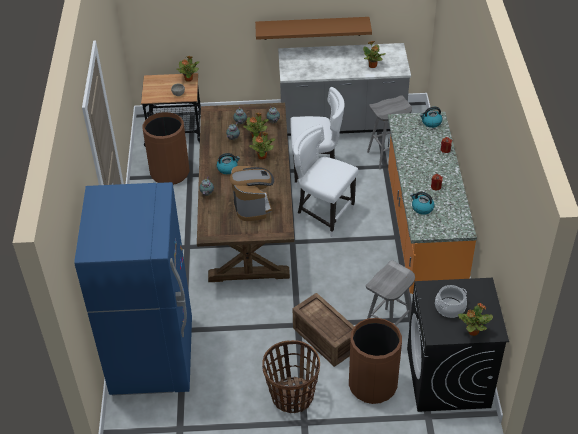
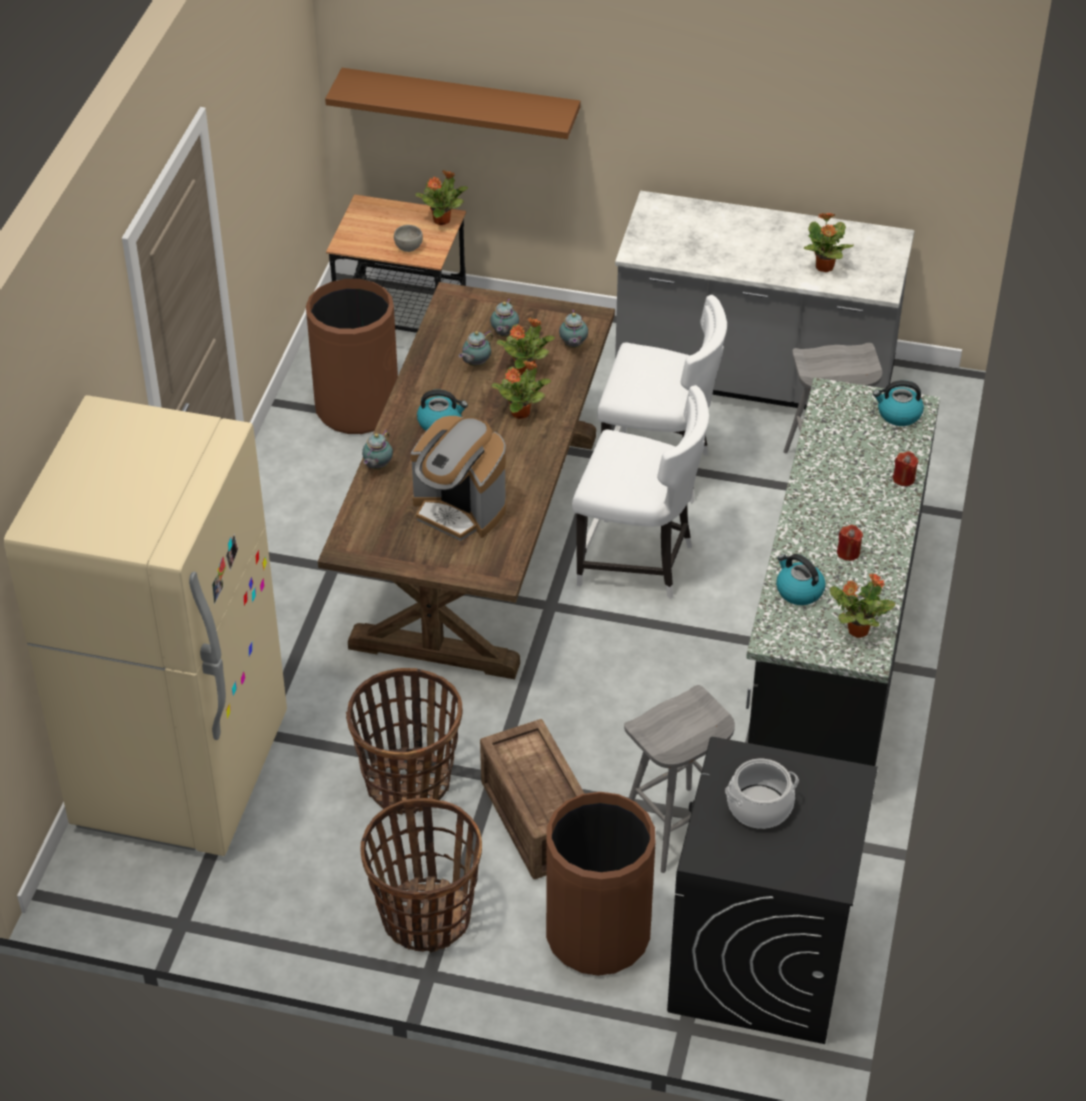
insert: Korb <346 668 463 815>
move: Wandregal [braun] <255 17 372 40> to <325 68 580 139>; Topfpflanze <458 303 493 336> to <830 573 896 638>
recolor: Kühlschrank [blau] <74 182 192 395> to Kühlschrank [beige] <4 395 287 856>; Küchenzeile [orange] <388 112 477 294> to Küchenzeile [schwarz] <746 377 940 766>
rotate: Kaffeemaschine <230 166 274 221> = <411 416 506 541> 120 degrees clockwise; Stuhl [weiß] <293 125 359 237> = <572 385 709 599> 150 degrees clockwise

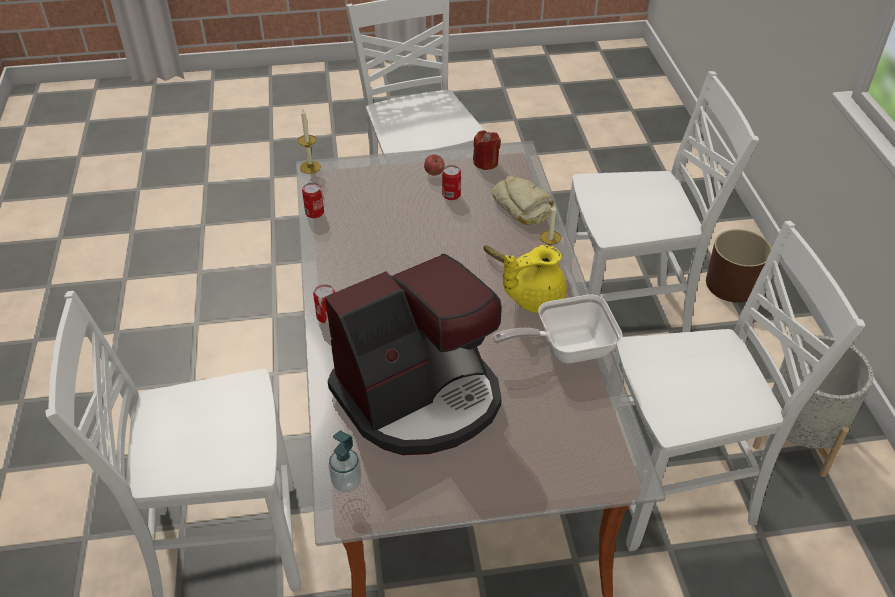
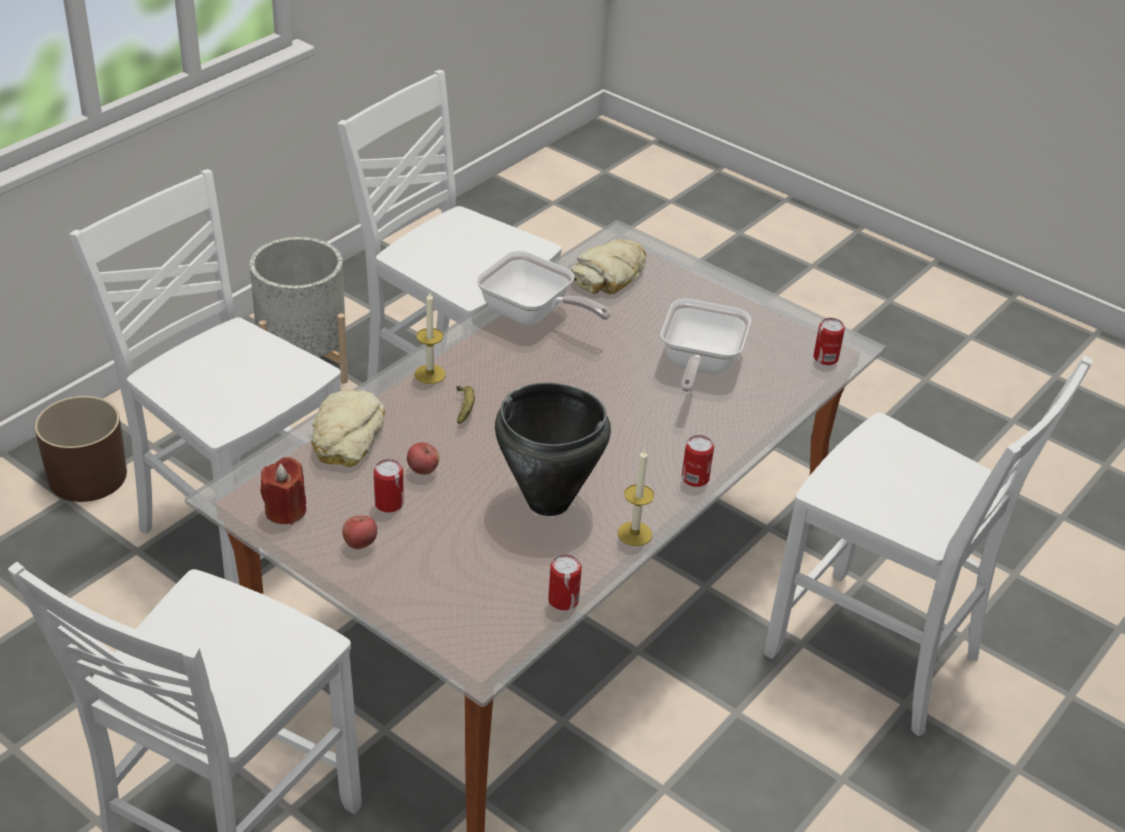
delete: Teekanne [gelb] <503 245 566 313>
insert: Apfel <407 442 439 474>; Kochtopf [schwarz] <495 383 611 516>; Brot <571 239 646 294>
move: Kerze <298 109 321 174> to <618 448 654 546>
replace: Kaffeemaschine <325 254 502 455> to Pfanne <661 298 751 392>; Seifenspender <329 430 361 493> to Dose <813 318 845 365>

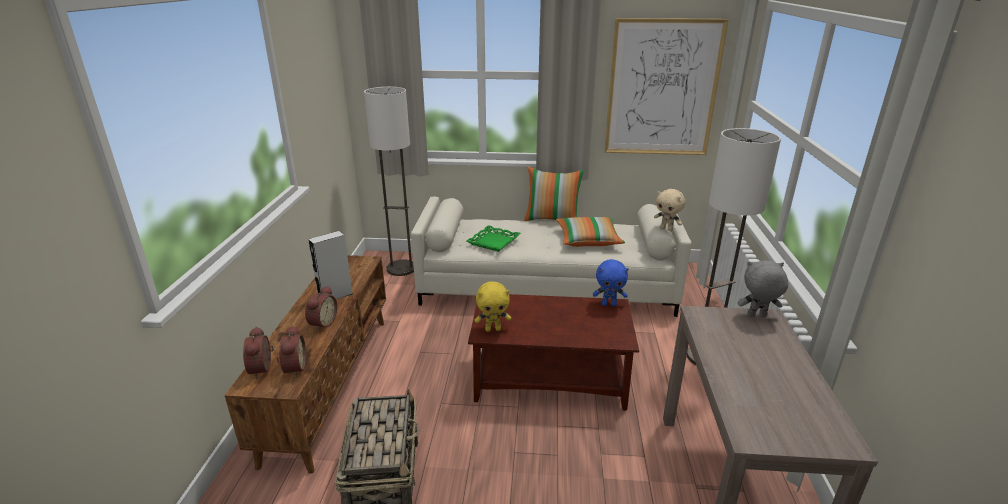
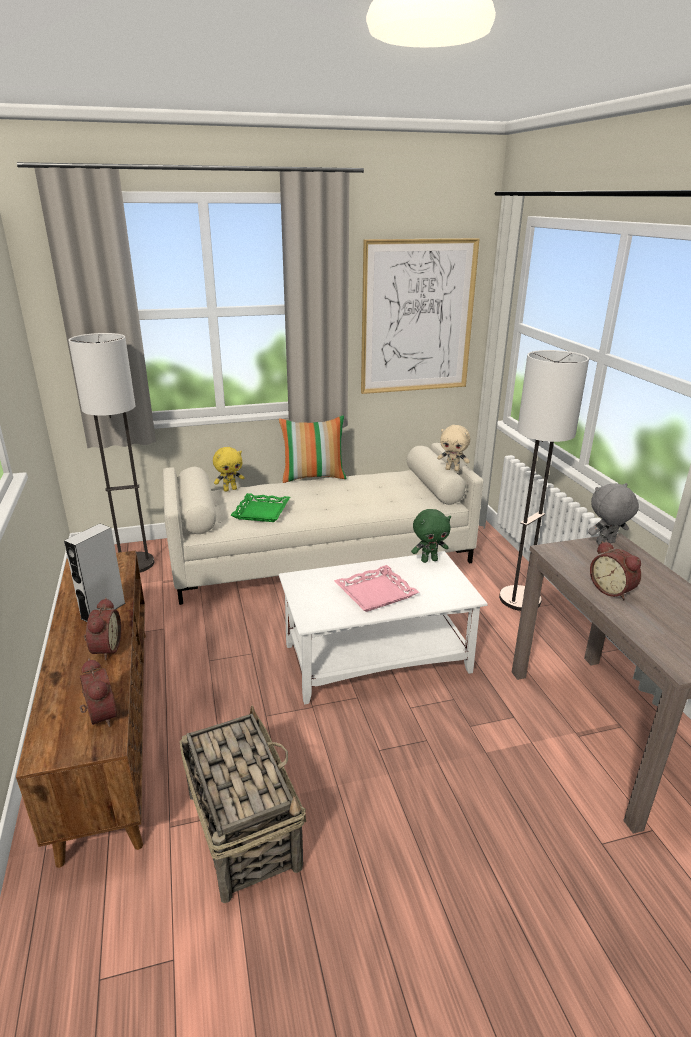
delete: Kissen <556 217 625 247>
insert: Tablett [rosa] <334 565 419 612>
move: Wecker <243 326 274 379> to <590 541 641 600>; Plüschtier [gelb] <475 281 511 332> to <213 447 245 492>
recolor: Couchtisch [braun] <468 294 639 411> to Couchtisch [weiß] <279 551 488 705>; Plüschtier [blau] <593 259 629 306> to Plüschtier [grün] <411 509 451 563>

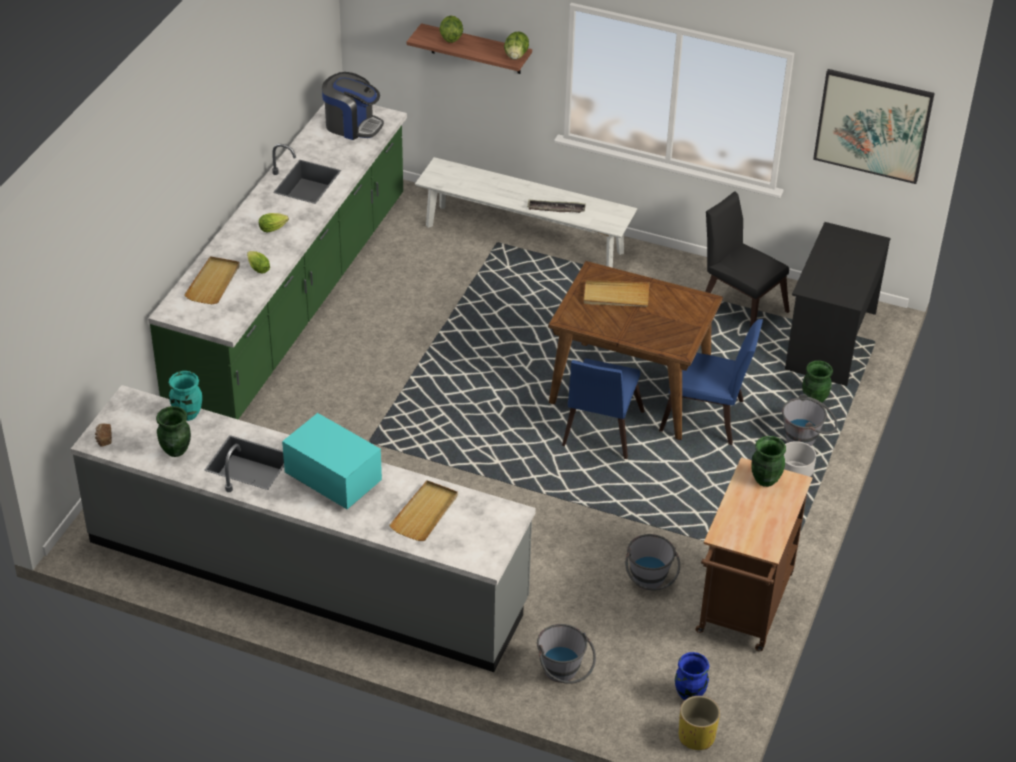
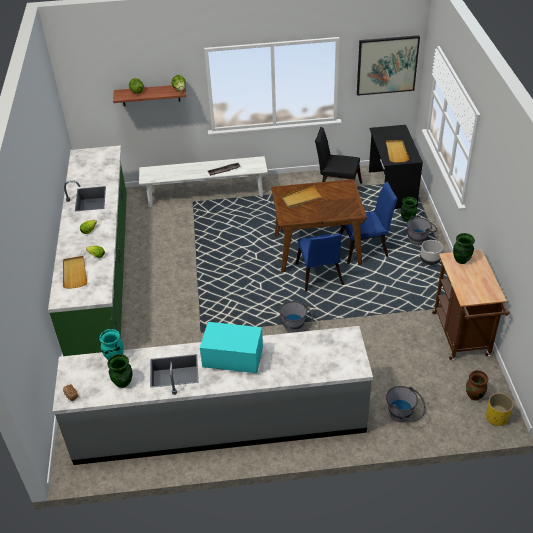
delete: Kaffeemaschine <322 72 384 140>
move: Tablett [beige] <389 480 458 541> to <386 140 409 162>; Eimer [grau] <625 534 680 590> to <279 301 313 333>
recolor: Vase [blau] <675 652 709 700> to Vase [braun] <466 370 488 400>

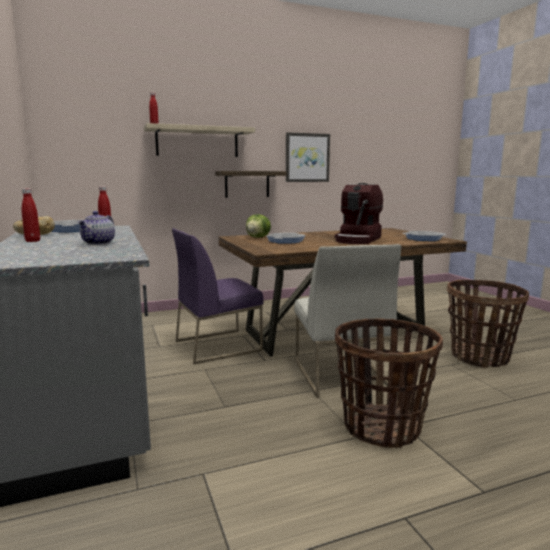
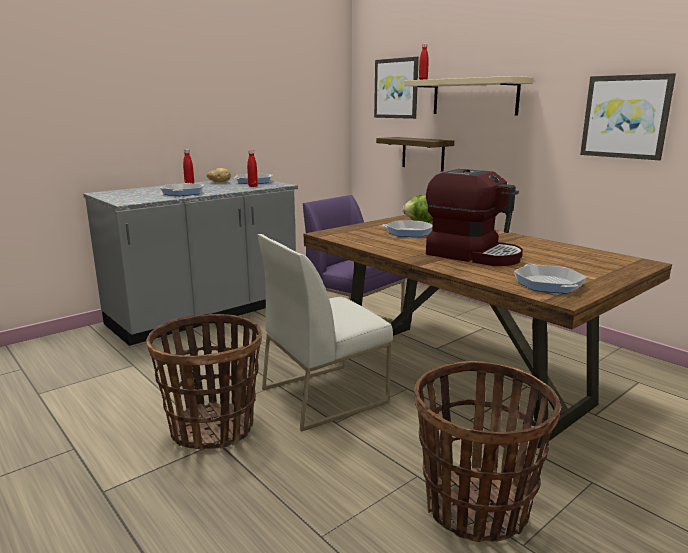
insert: Bild <374 57 419 119>
move: Wandregal <215 171 286 198> to <376 137 454 172>
replace: Teekanne <78 211 115 245> to Pfanne <160 183 204 196>
rotate: Kaffeemaschine <335 183 383 244> = <426 169 523 266> 150 degrees counterclockwise

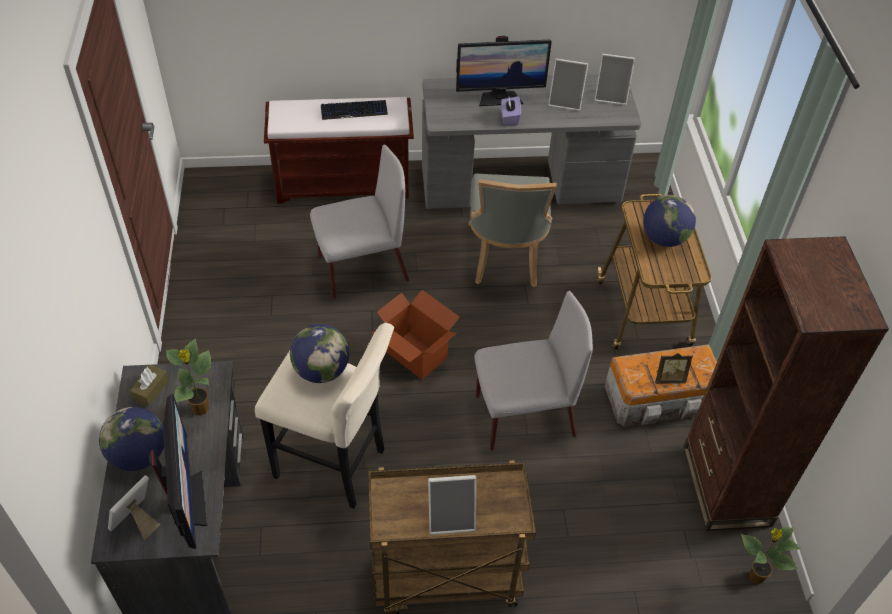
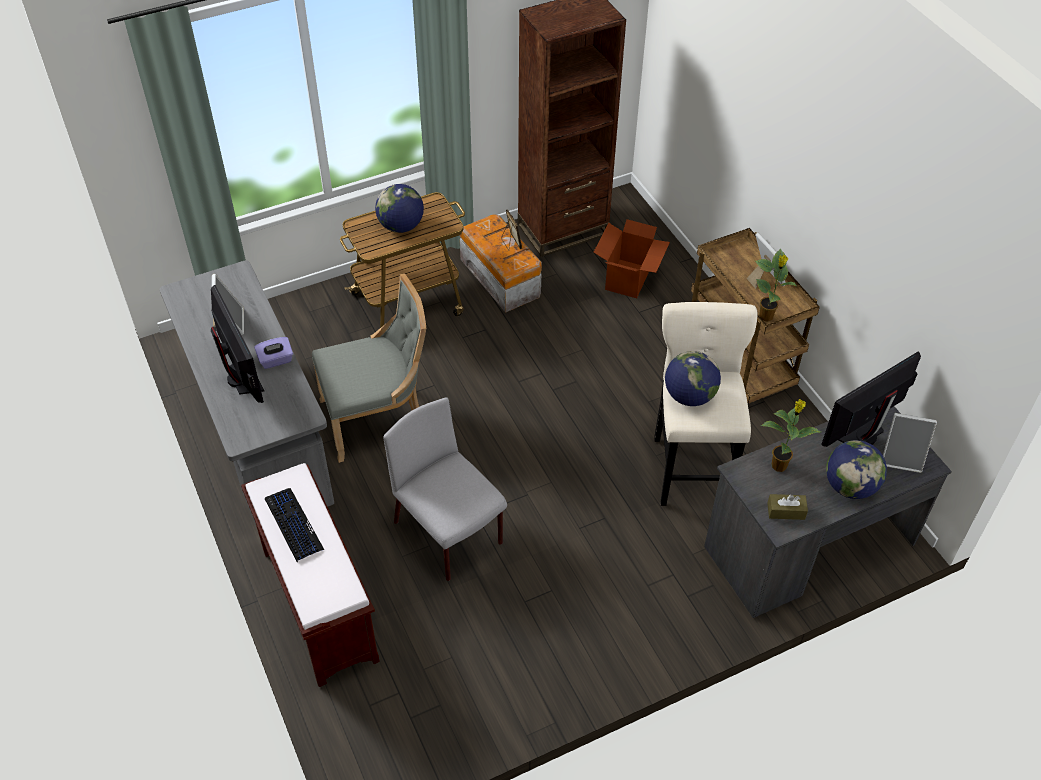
delete: Stuhl [grau] <474 291 593 451>; Bilderrahmen <594 53 635 105>
move: Karton <372 290 460 379> to <593 219 670 298>; Topfpflanze <741 527 800 584> to <755 248 798 322>

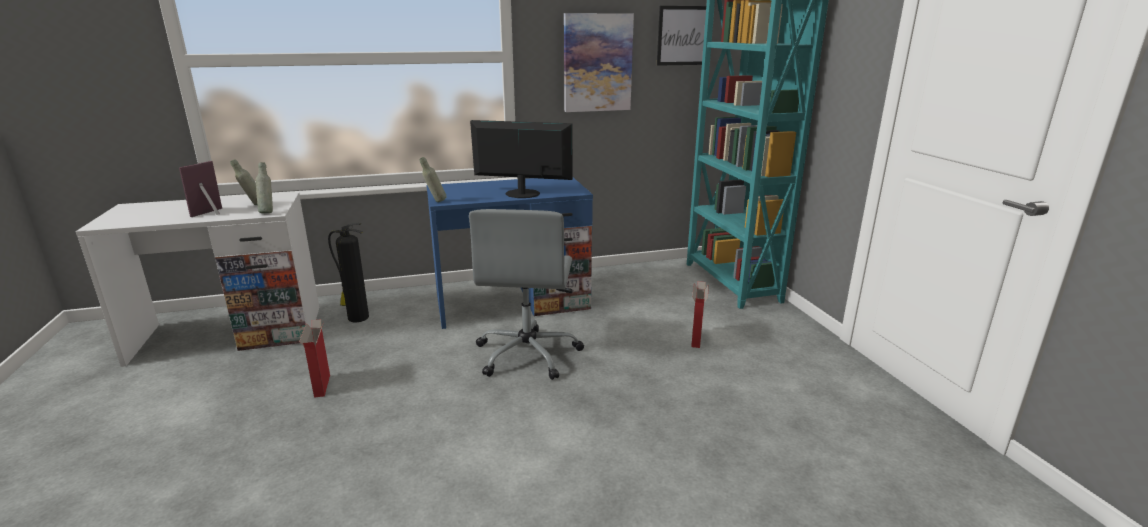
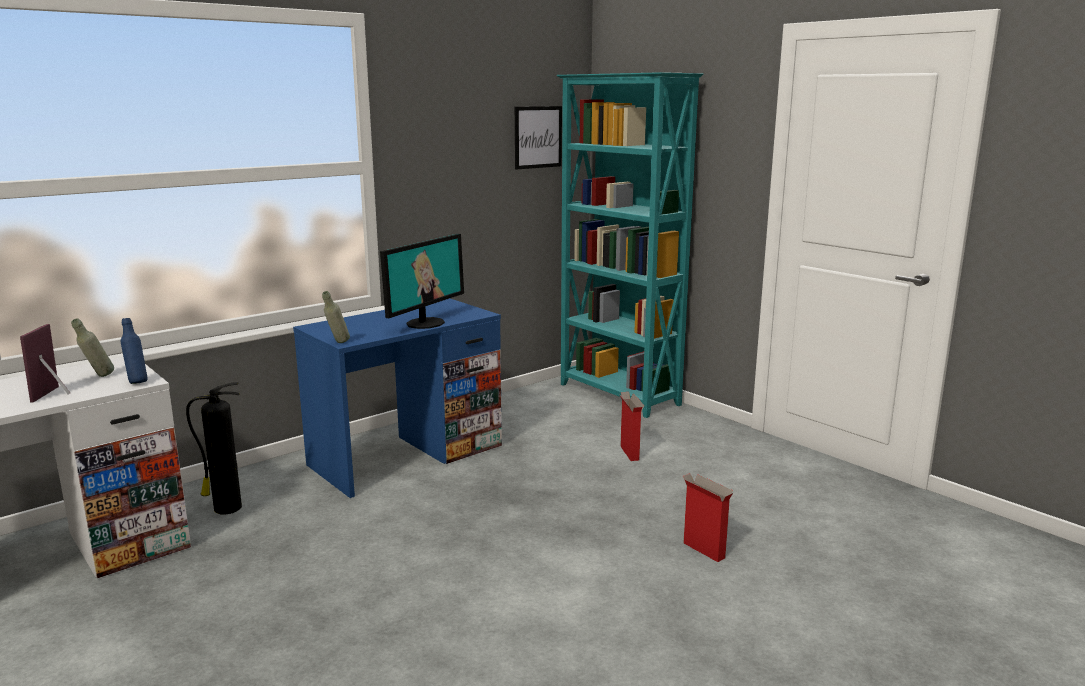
delete: Bürostuhl [grau] <469 209 584 380>; Bild <564 13 634 112>
move: Karton <299 319 330 398> to <683 473 733 562>
recolor: Flasche [grau] <256 162 273 213> to Flasche [blau] <121 318 148 384>
rotate: Monitor <470 120 573 198> = <380 234 464 329> 135 degrees clockwise

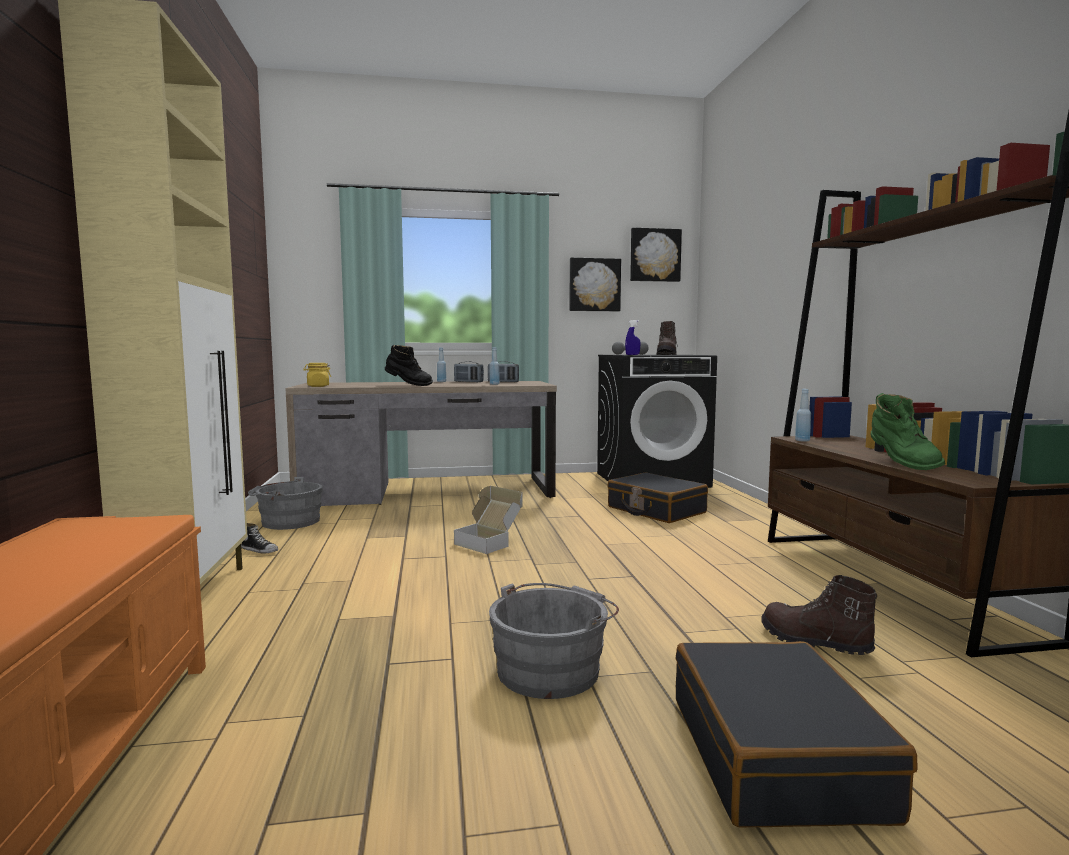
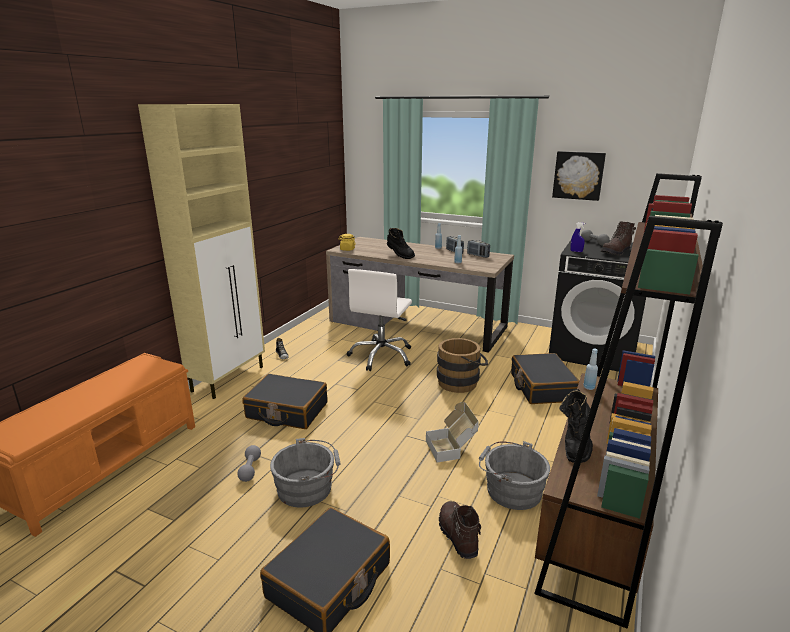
delete: Bild <630 228 682 282>
insert: Hantel [grau] <237 445 261 482>; Koffer [schwarz] <242 374 327 429>; Bürostuhl [weiß] <347 269 412 371>; Eimer [braun] <437 338 488 393>
move: Eimer [grau] <248 477 323 530> to <479 441 550 510>; Karton <454 486 523 554> to <426 402 479 462>
recolor: Stiefel [grün] <871 393 945 470> to Stiefel [schwarz] <559 389 593 463>

